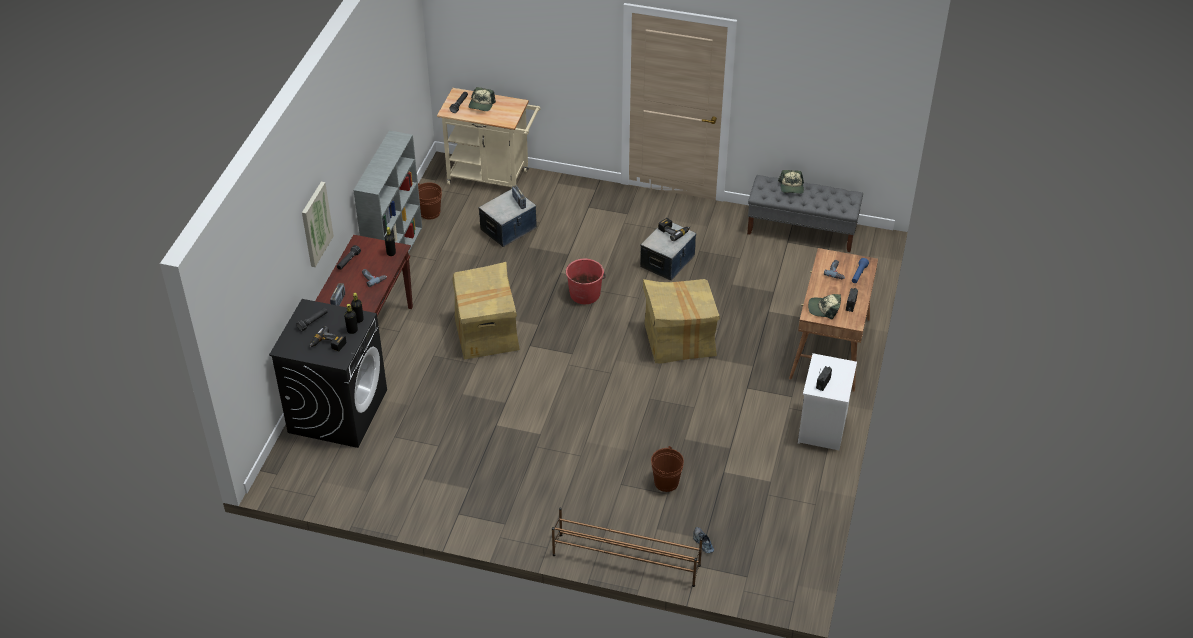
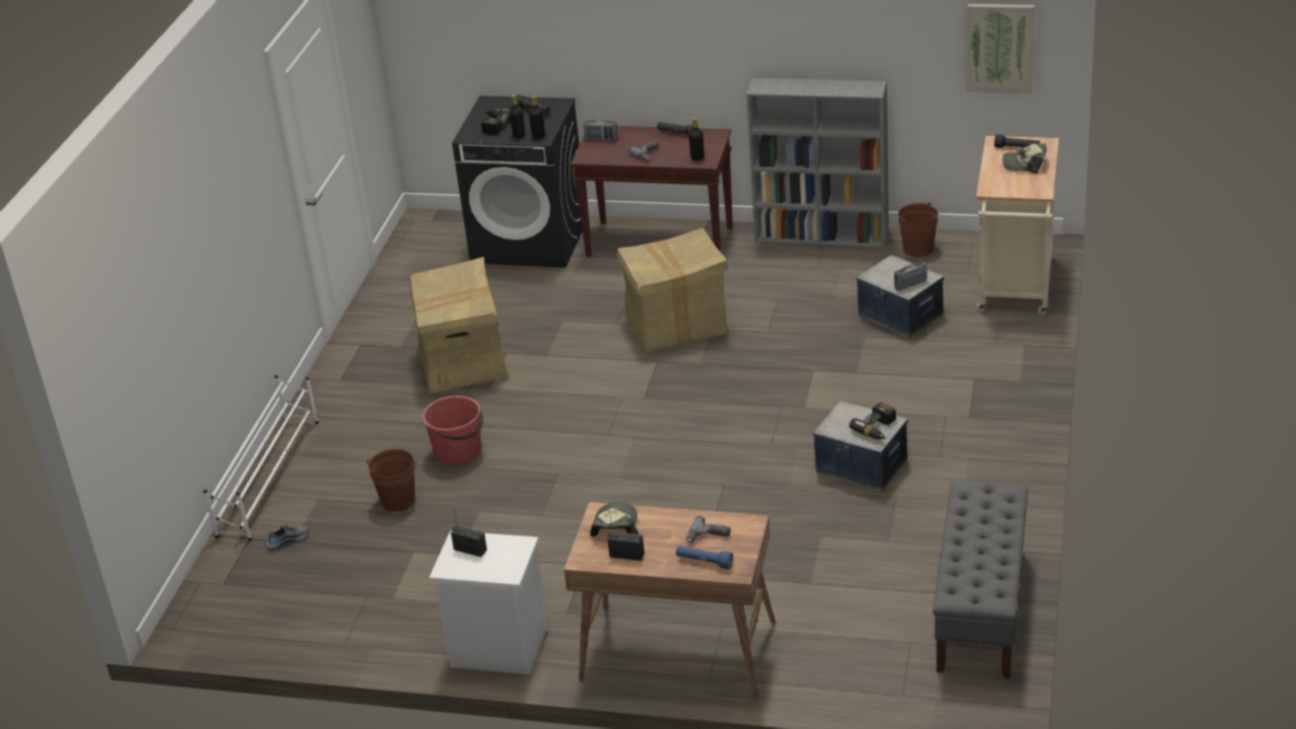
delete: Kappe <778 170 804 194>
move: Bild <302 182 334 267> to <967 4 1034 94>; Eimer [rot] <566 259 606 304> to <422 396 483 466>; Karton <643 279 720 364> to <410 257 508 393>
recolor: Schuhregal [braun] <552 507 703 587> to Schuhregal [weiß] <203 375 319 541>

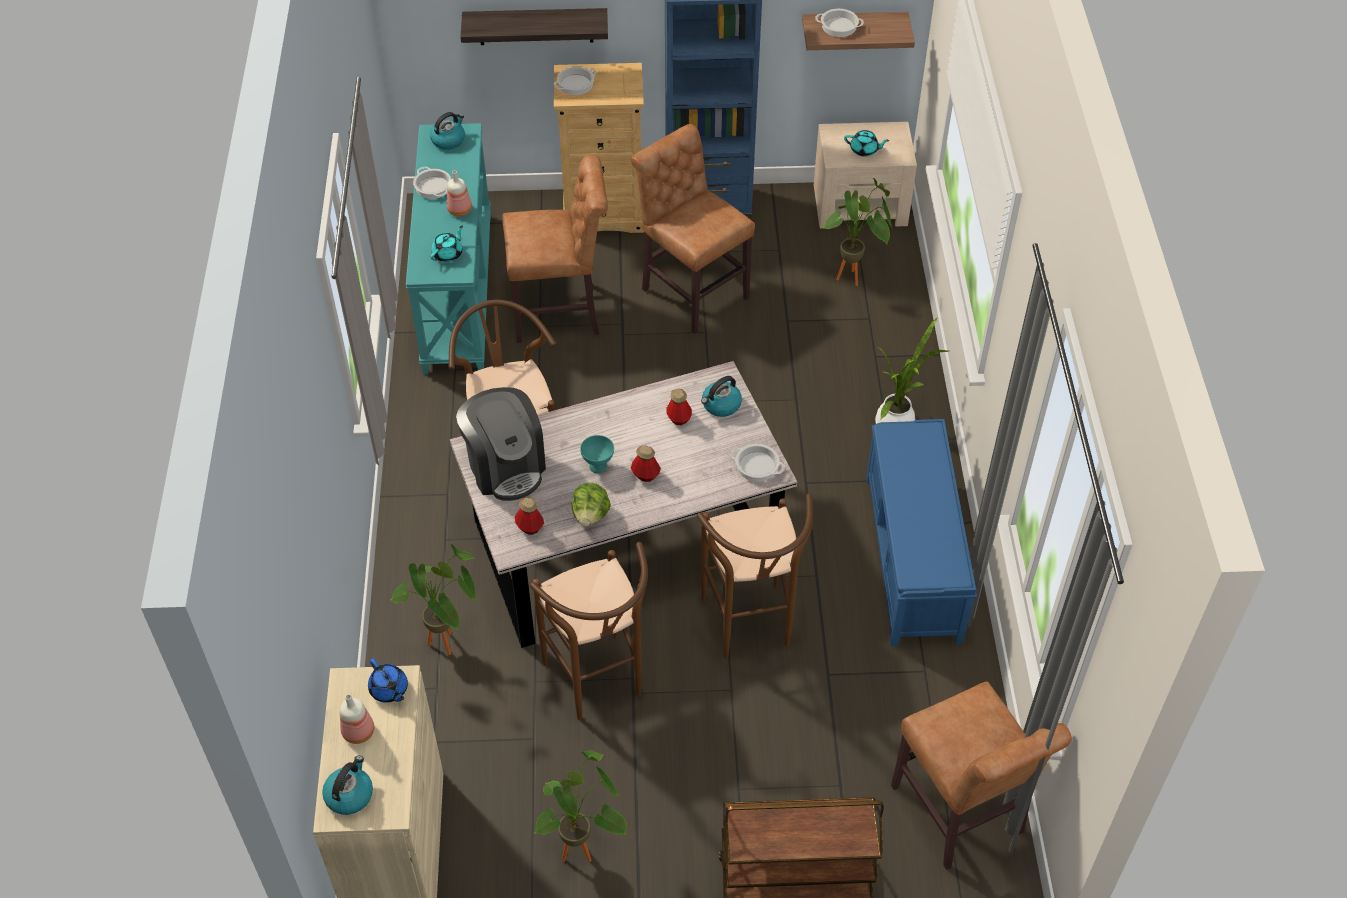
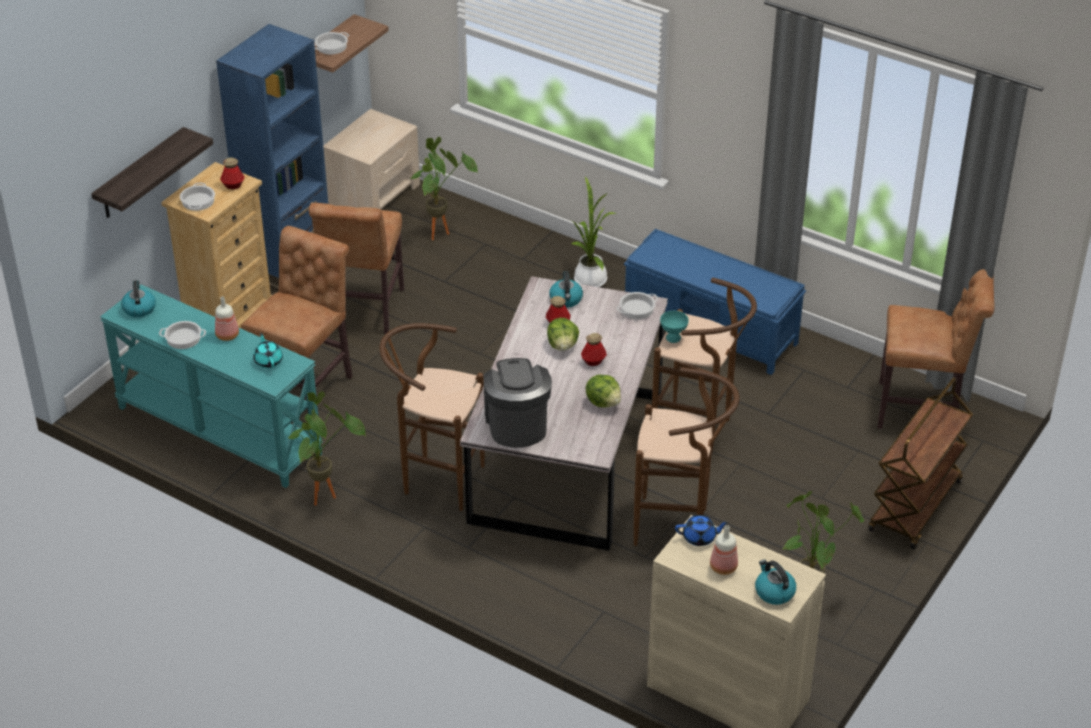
delete: Teekanne [türkis] <844 130 889 157>
insert: Salatkopf <547 318 579 351>
move: Topfpflanze <391 544 477 655> to <288 391 366 506>; Flasche <515 497 544 535> to <220 157 245 189>; Schüssel [türkis] <580 435 614 473> to <660 311 689 343>
rotate: Kaffeemaschine <456 387 546 501> = <483 358 552 448> 105 degrees counterclockwise; Stuhl [braun] <631 124 755 334> = <309 203 404 334> 75 degrees counterclockwise

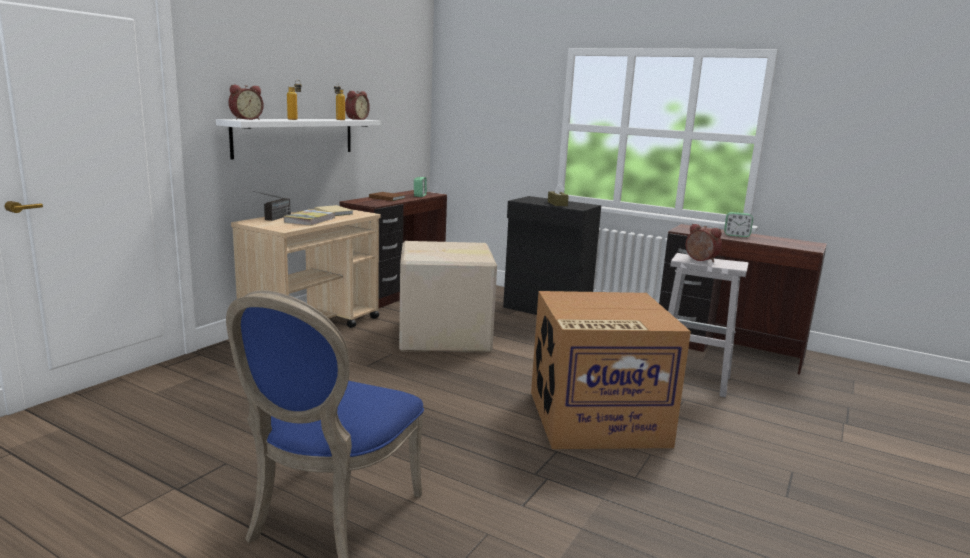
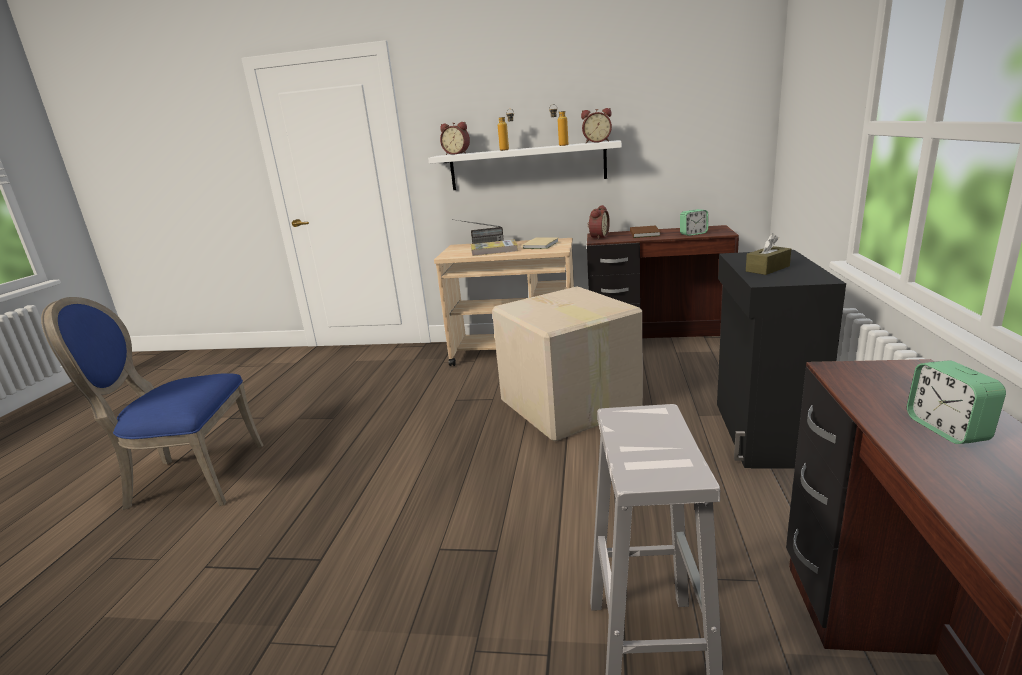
delete: Karton <531 291 691 449>
move: Wecker <686 224 722 262> to <587 205 610 240>

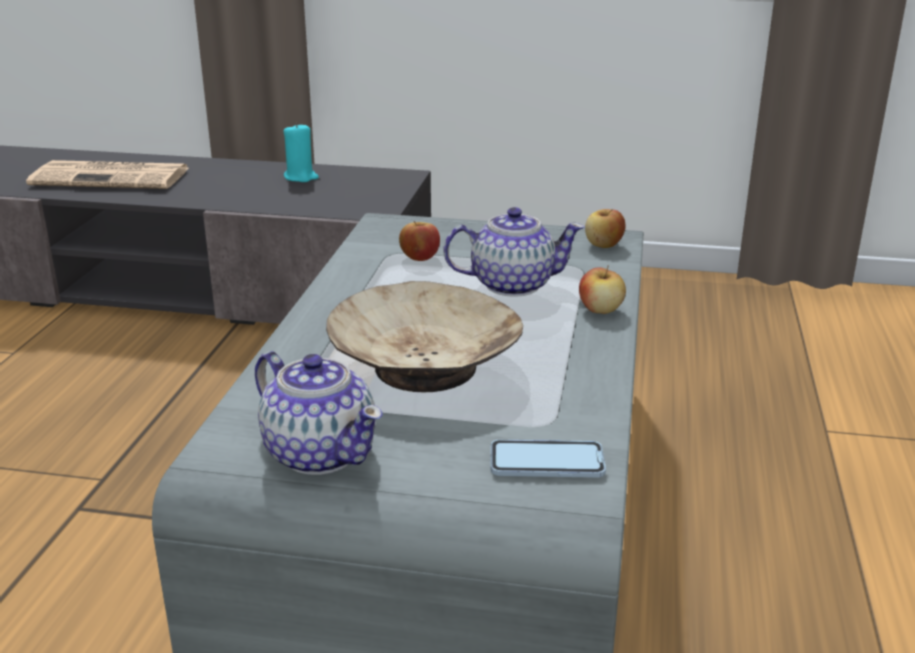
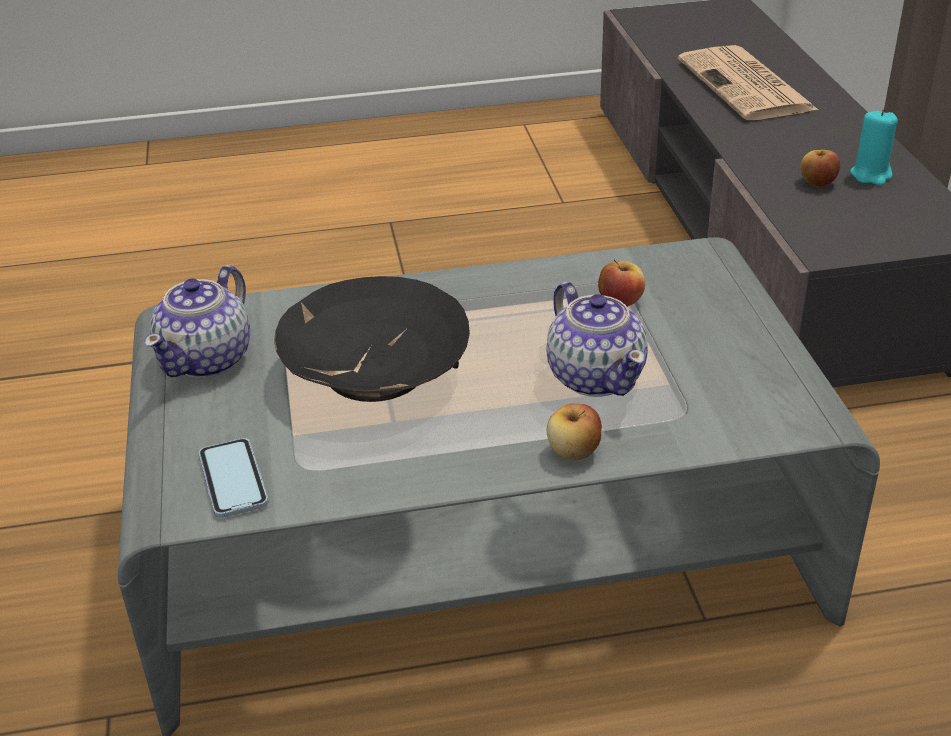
move: Apfel <585 209 626 248> to <800 150 840 187>
recolor: Schüssel [beige] <326 281 523 393> to Schüssel [schwarz] <274 276 470 402>

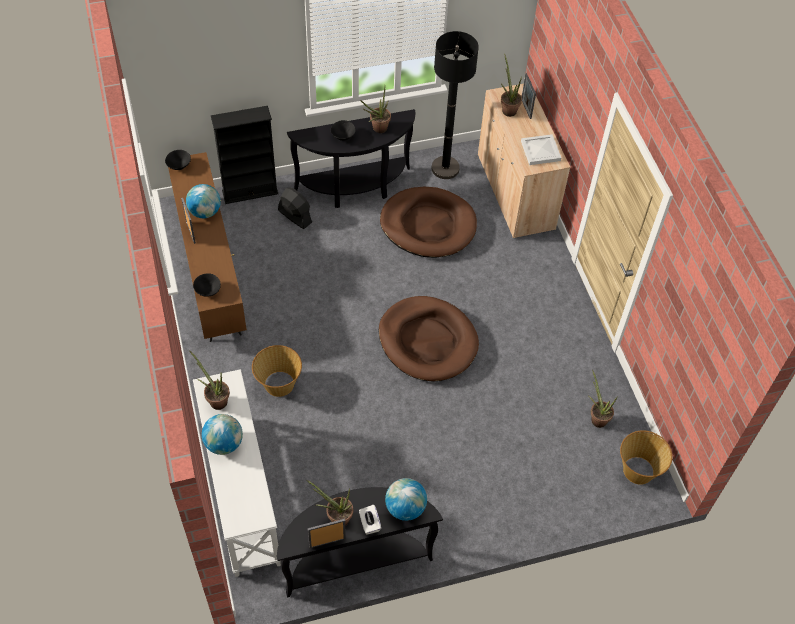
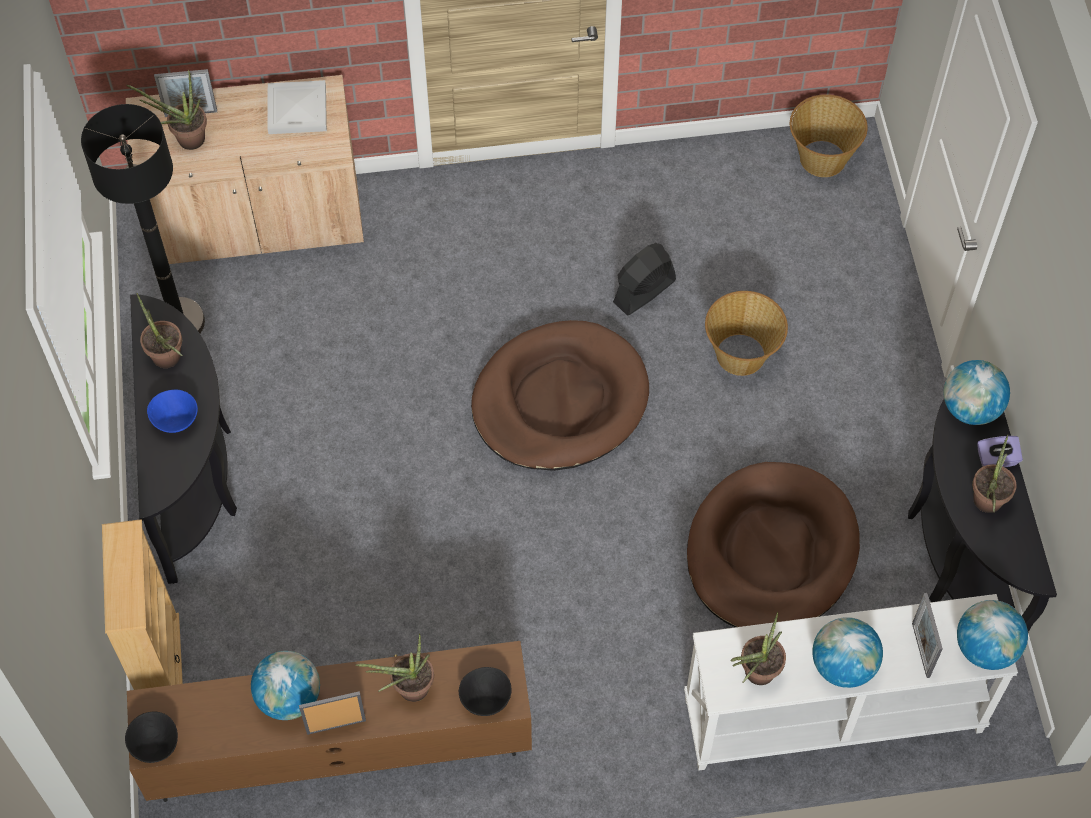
insert: Globus <957 600 1028 670>
move: Korb <252 345 302 397> to <705 291 788 376>; Ventilator [schwarz] <278 187 312 229> to <613 243 676 316>; Bilderrahmen <308 519 346 548> to <912 593 943 678>; Hundebett [braun] <380 187 477 258> to <687 462 860 627>; Topfpflanze <588 370 618 428> to <355 633 434 702>
recolor: Bücherregal [schwarz] <211 106 278 204> to Bücherregal [beige] <102 519 183 690>; Schüssel [schwarz] <331 120 356 141> to Schüssel [blau] <147 390 198 433>; Taschentuchbox [weiß] <359 505 381 534> to Taschentuchbox [lila] <977 436 1023 467>

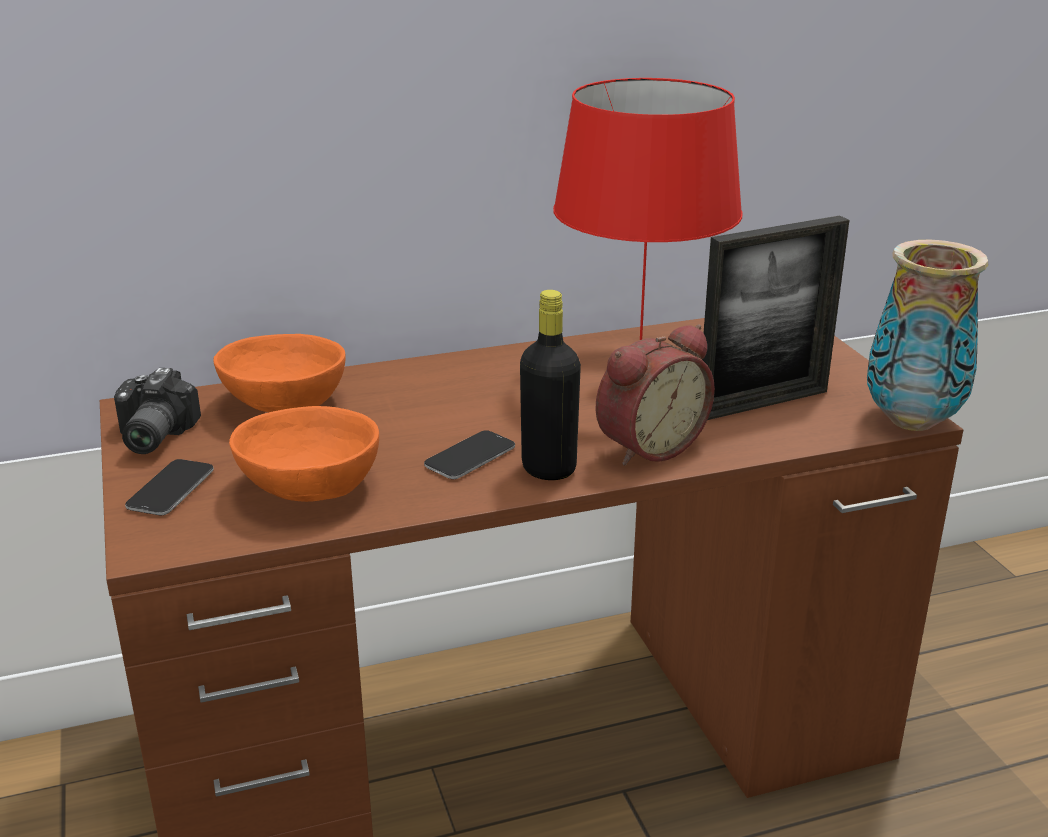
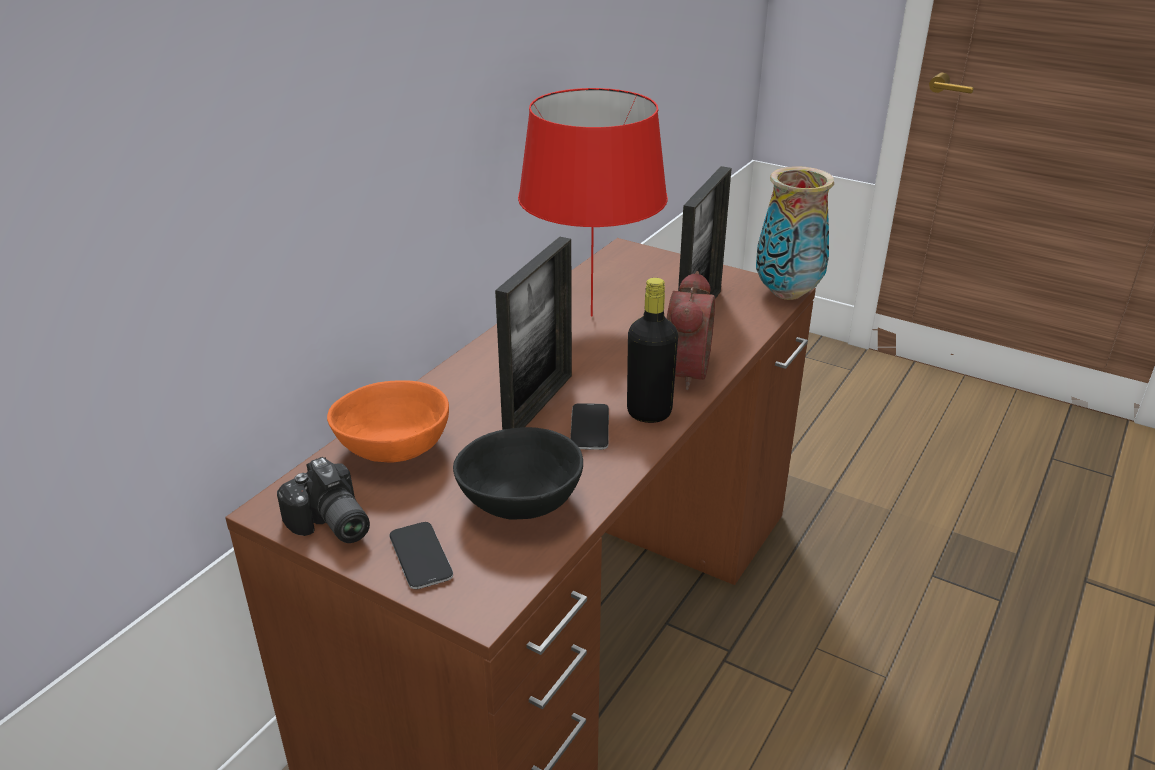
insert: Bilderrahmen <495 237 572 430>
recolor: Schüssel [orange] <229 406 379 502> to Schüssel [schwarz] <453 427 583 520>

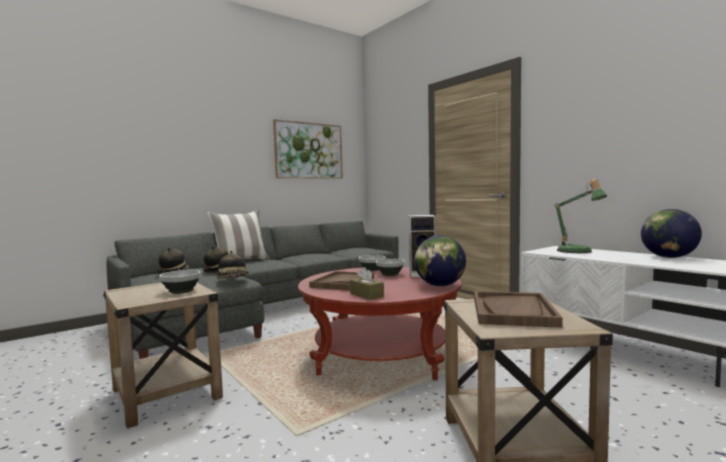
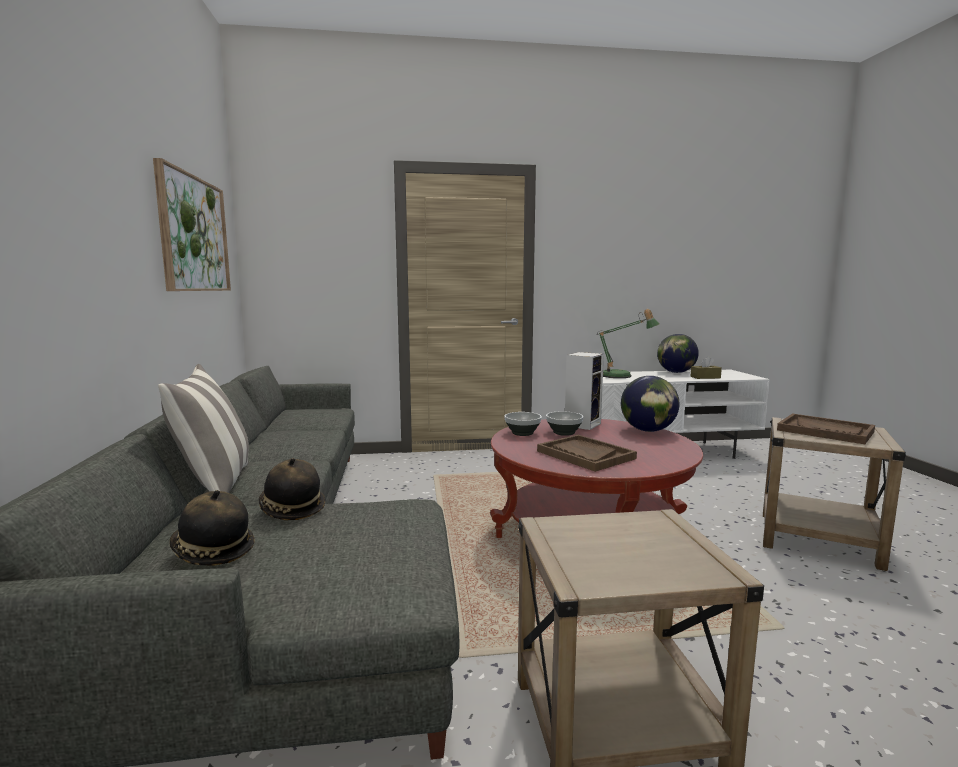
delete: Schüssel <159 270 201 294>; Hut <216 251 249 279>
move: Taschentuchbox [braun] <350 267 384 300> to <691 356 722 379>

